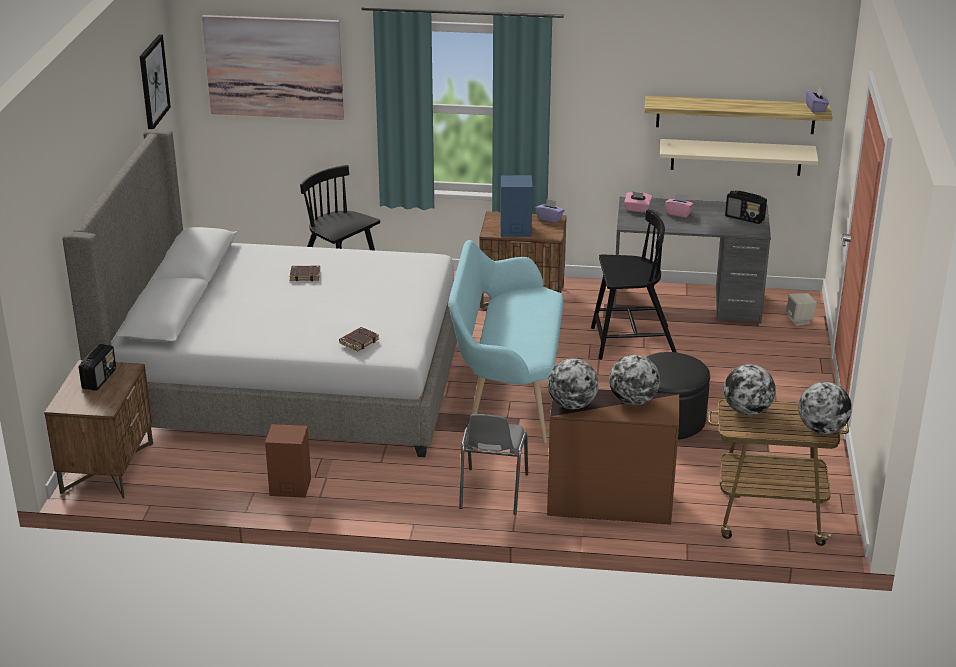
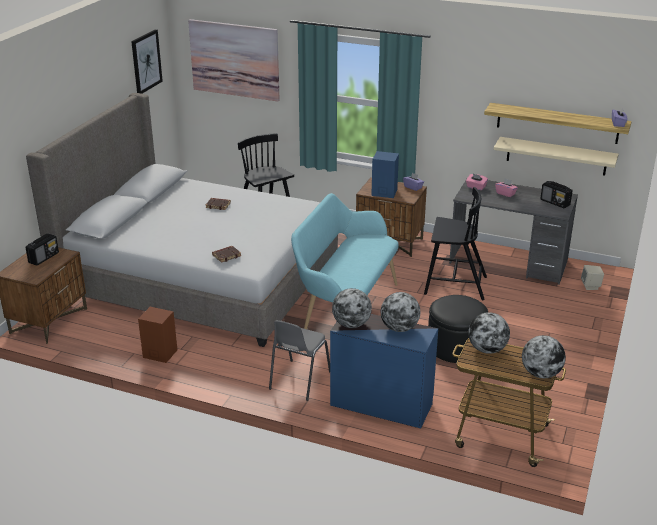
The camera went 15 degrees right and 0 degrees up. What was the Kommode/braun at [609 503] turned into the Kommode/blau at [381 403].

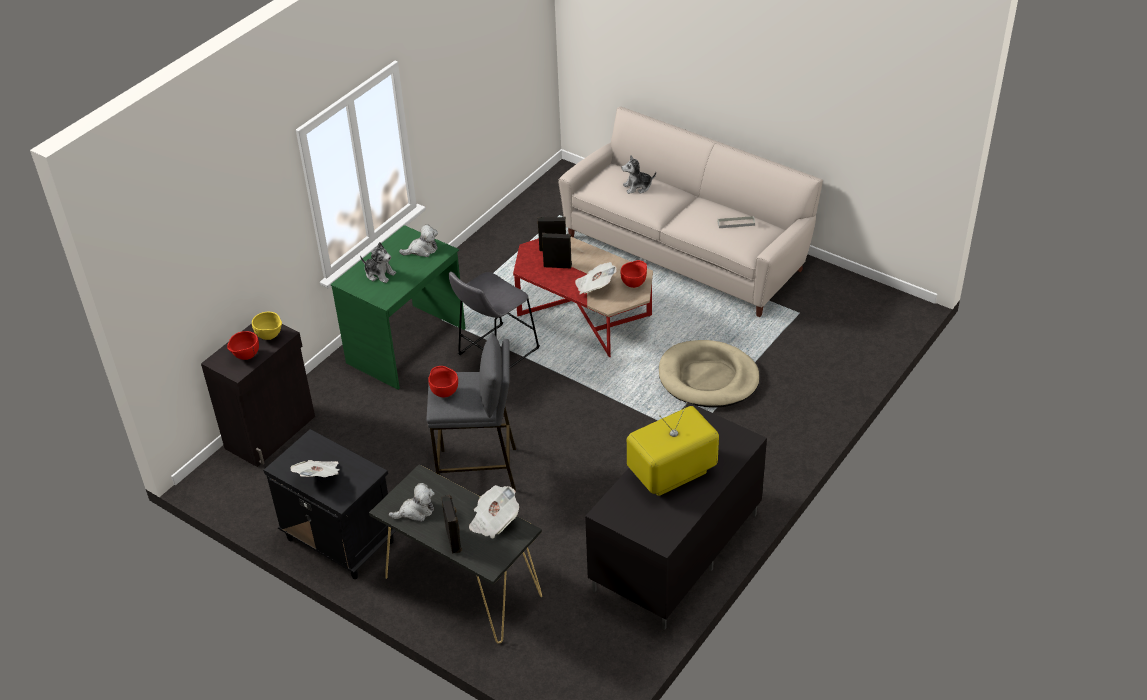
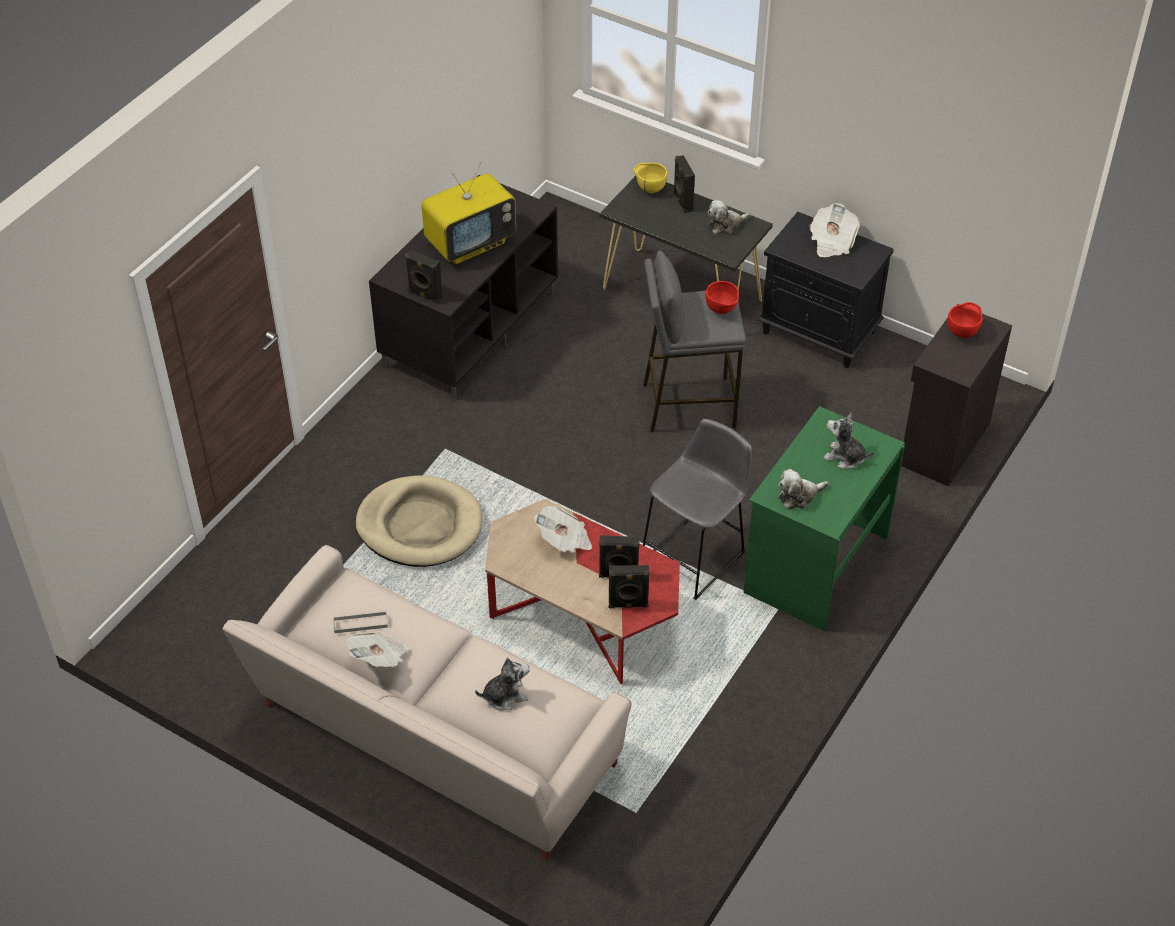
The camera went 175 degrees right and 5 degrees up. The Zeitung ended up elsewhere, having gone from [494 521] to [379 658]. The second view gained the Lautsprecher/schwarz at [424 295]. The Schüssel/gelb ended up elsewhere, having gone from [270 337] to [649 189]. The second view lost the Schüssel/rot at [634 284].

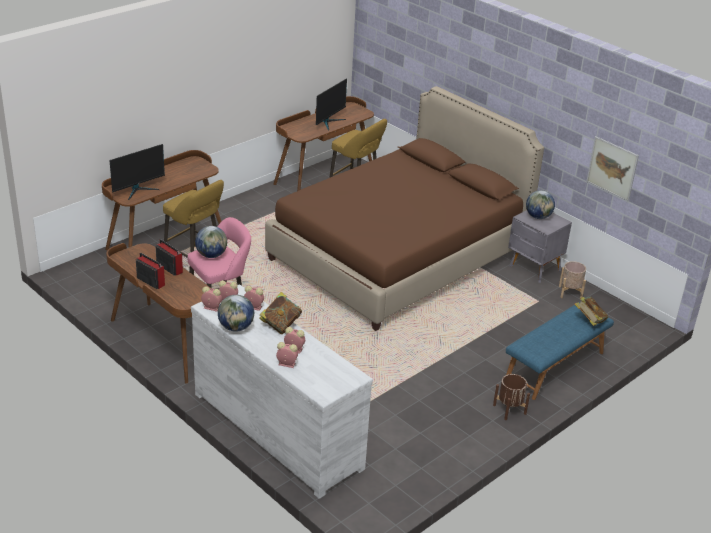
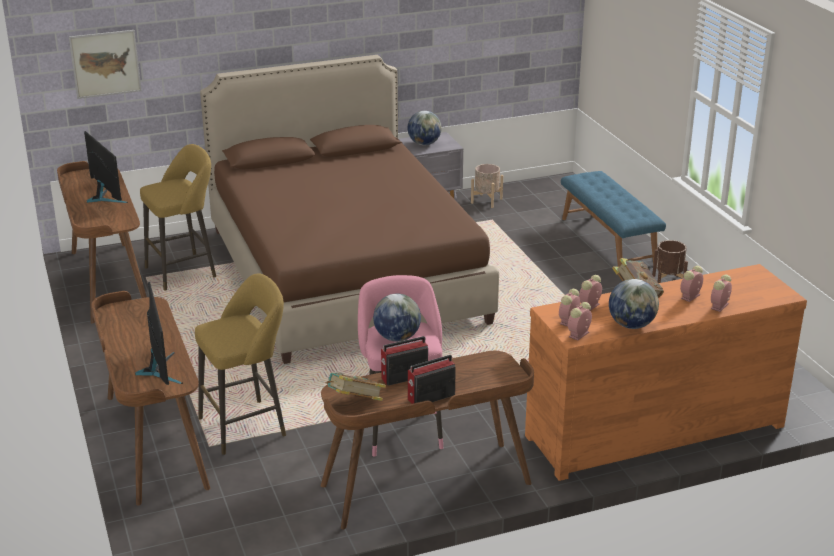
The camera went 65 degrees left and 5 degrees down. The Bild ended up elsewhere, having gone from [612 168] to [105 64]. The Buch ended up elsewhere, having gone from [589 320] to [355 403]. What was the Kommode/weiß at [277 429] turned into the Kommode/orange at [653 430].

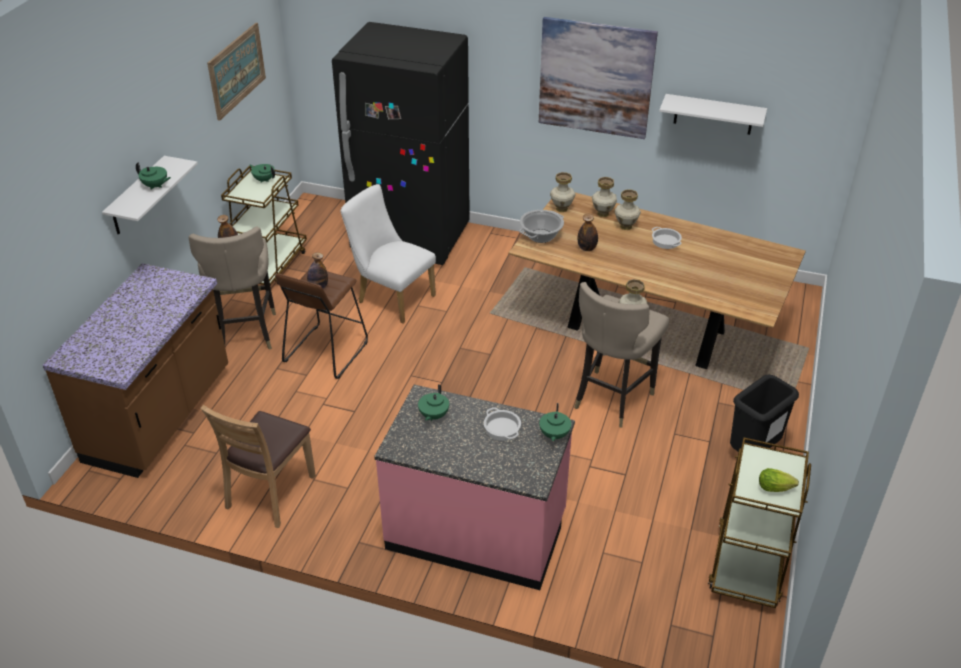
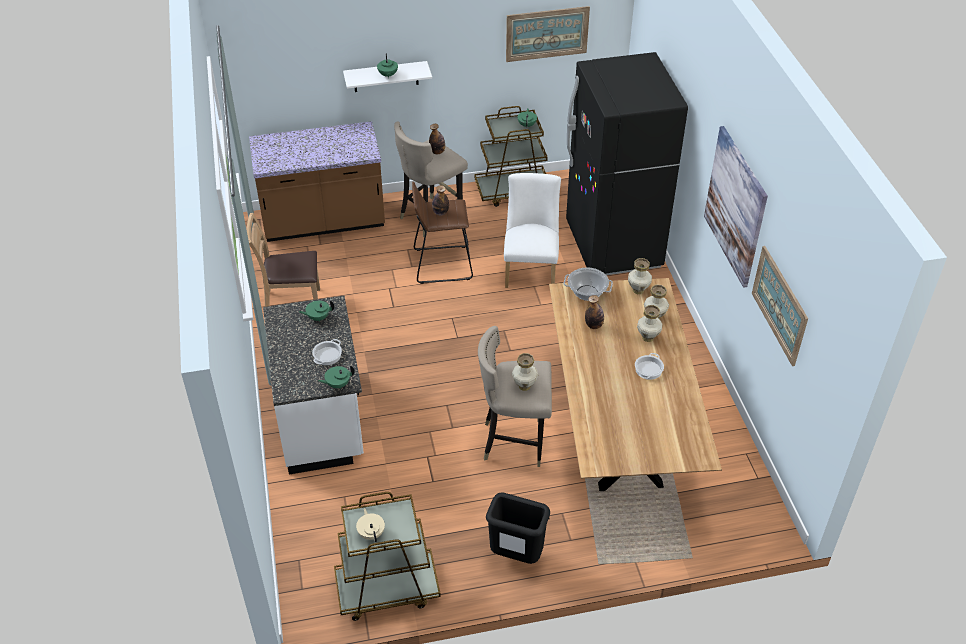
The camera went 60 degrees right and 5 degrees up. What was the Küchenzeile/rosa at [476 531] turned into the Küchenzeile/weiß at [321 419]. Where the Salatkopf stood at [776 488], the Teekanne/beige came to stand at [371 533]. Where the Wandregal/weiß hung at [713 114], the Bild came to hang at [779 305].

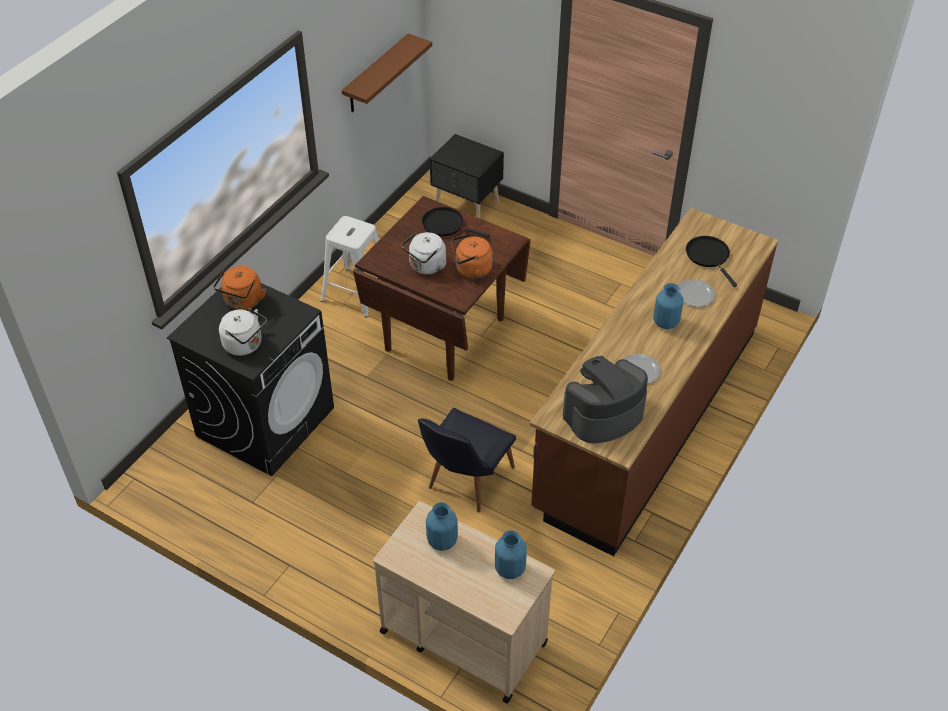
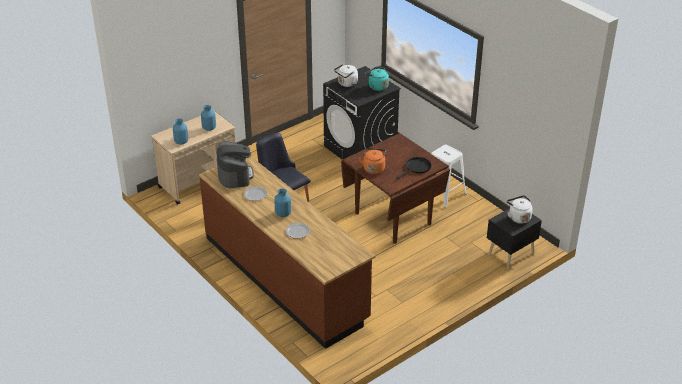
The camera went 110 degrees right and 10 degrees down. What was the Wasserkessel/orange at [243 302] turned into the Wasserkessel/türkis at [377 86]. The Wasserkessel/weiß ended up elsewhere, having gone from [426 267] to [518 217]. The second view lost the Wandregal/braun at [376 75]. The second view lost the Pfanne/schwarz at [709 256].

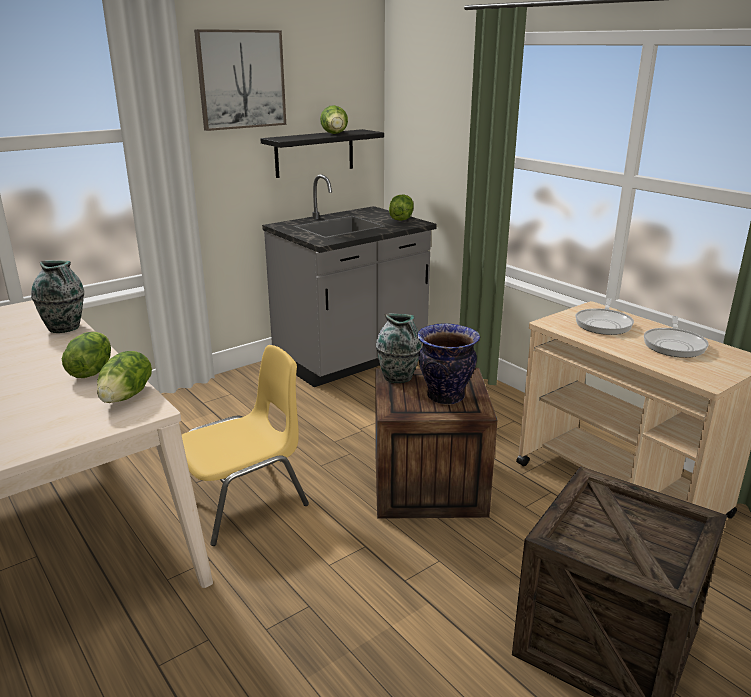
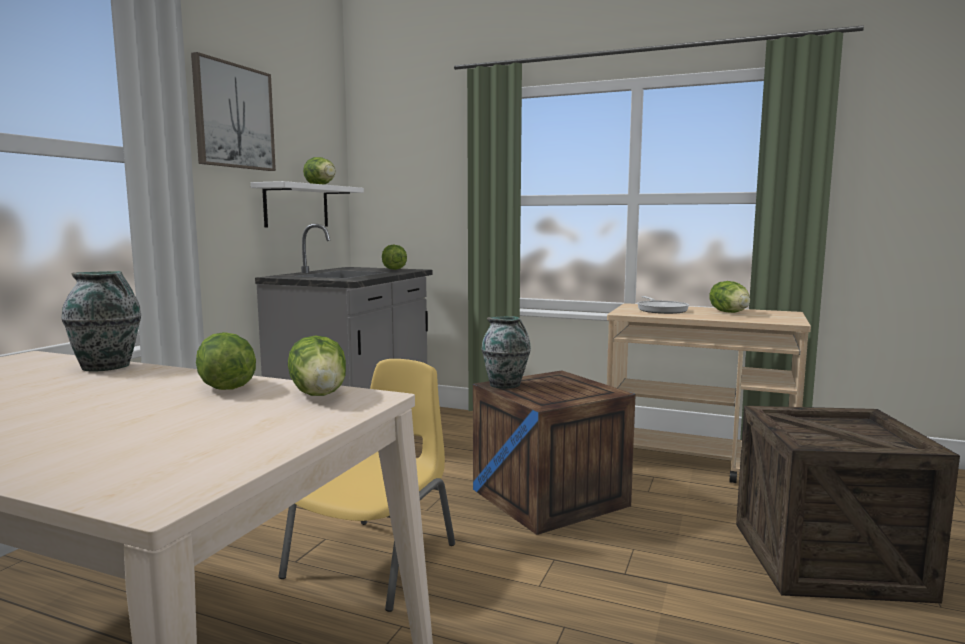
The camera went 30 degrees left and 15 degrees down. What was the Wandregal/schwarz at [314 153] turned into the Wandregal/weiß at [296 206]. Where the Pfanne stood at [674 345], the Salatkopf came to stand at [729 312]. The second view lost the Vase at [445 397].

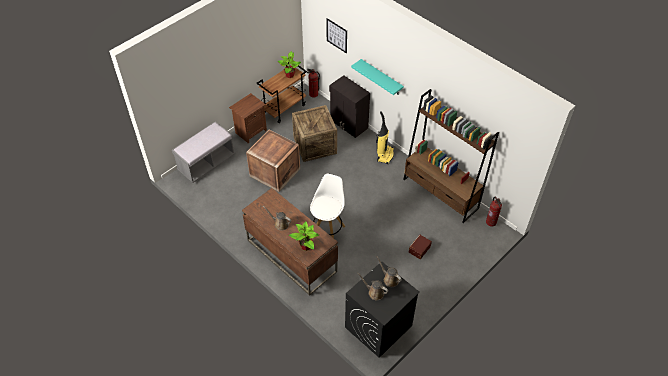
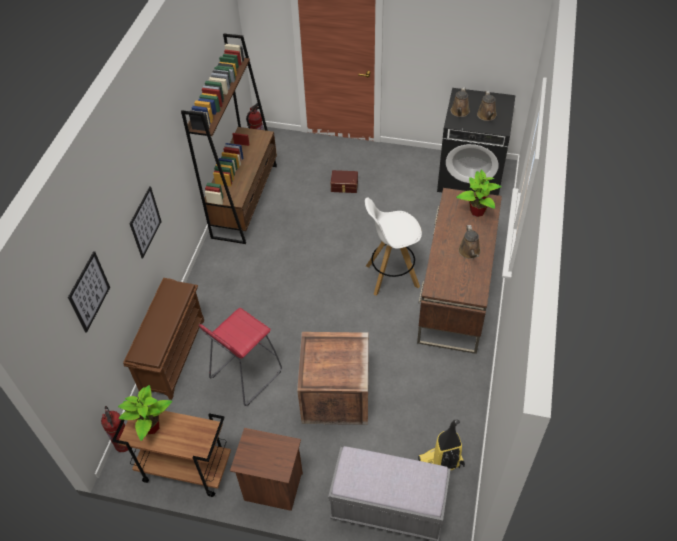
The camera went 120 degrees left and 0 degrees up. Where the Schrank/schwarz stood at [349 124], the Schuhregal/braun came to stand at [173 354]. Where the Wandregal/türkis hung at [381 77], the Bild came to hang at [145 222]. Where the Kiste stood at [315 145], the Hocker/rot came to stand at [245 374]. The Staubsauger ended up elsewhere, having gone from [384 155] to [441 463].

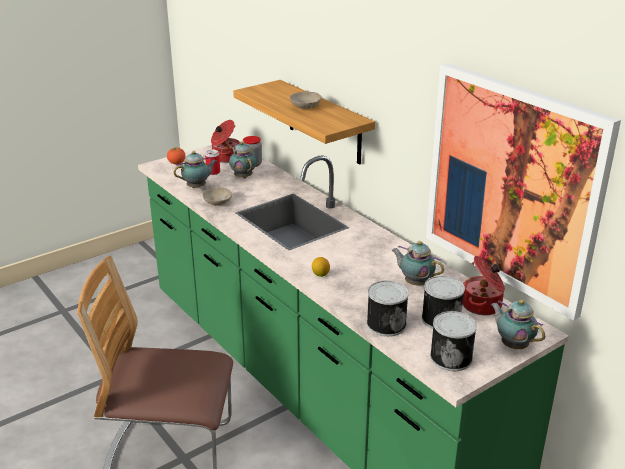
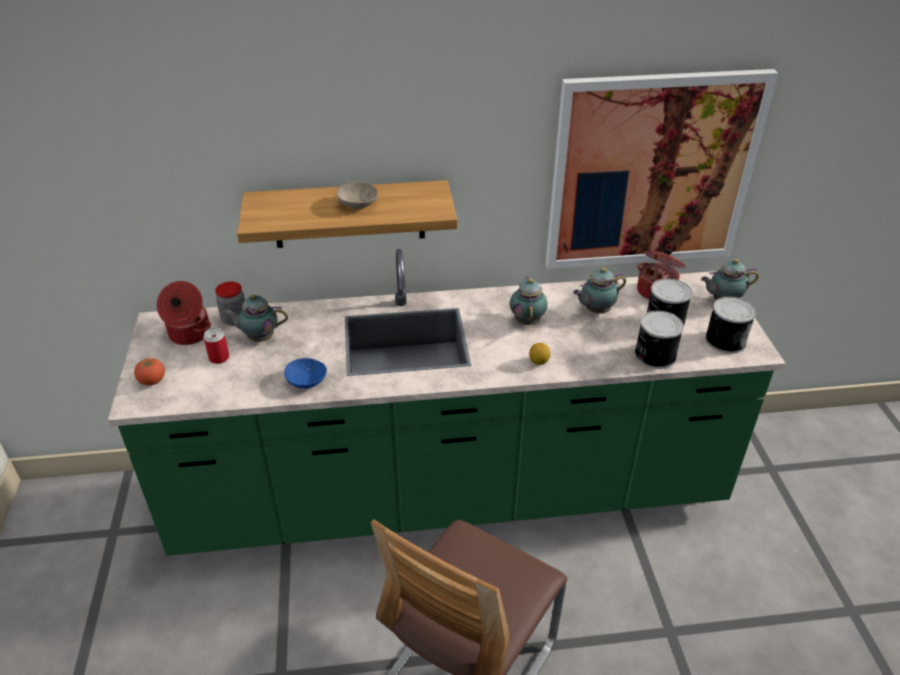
The camera went 60 degrees left and 10 degrees up. What was the Schüssel/beige at [216 202] turned into the Schüssel/blau at [305 381]. The Teekanne ended up elsewhere, having gone from [198 187] to [527 320].

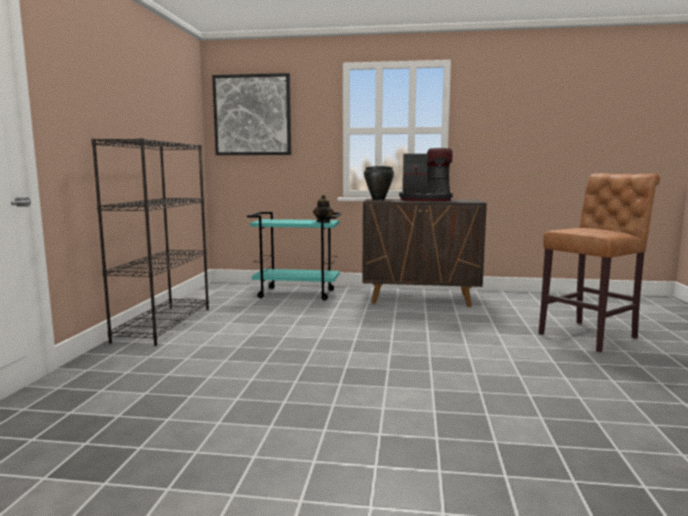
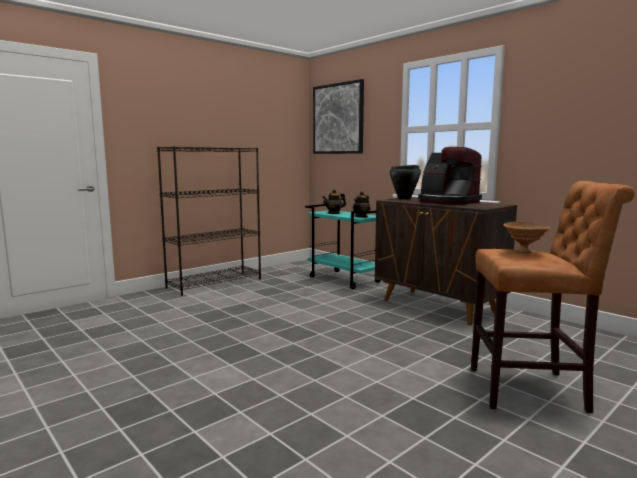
The camera went 40 degrees right and 0 degrees up. The second view gained the Teekanne at [334 213]. The second view gained the Schüssel/braun at [524 252].

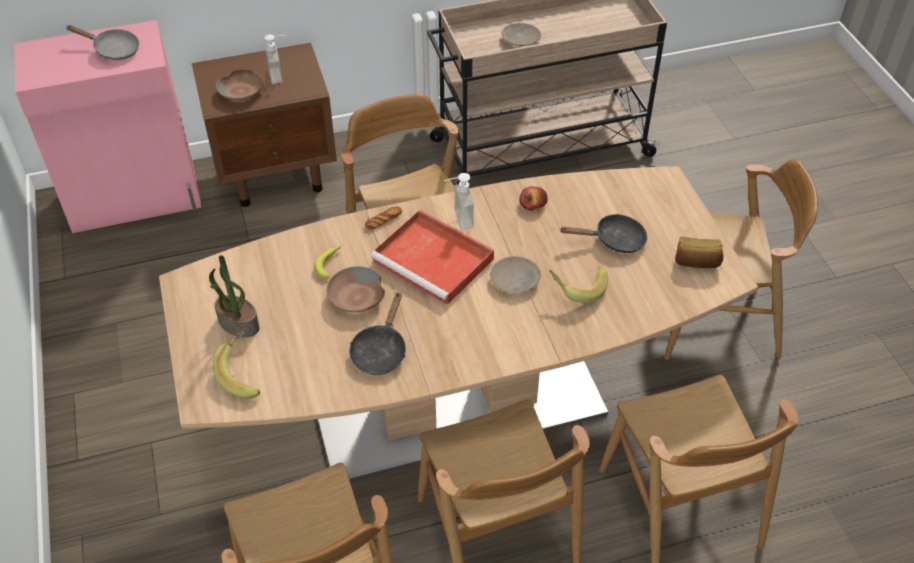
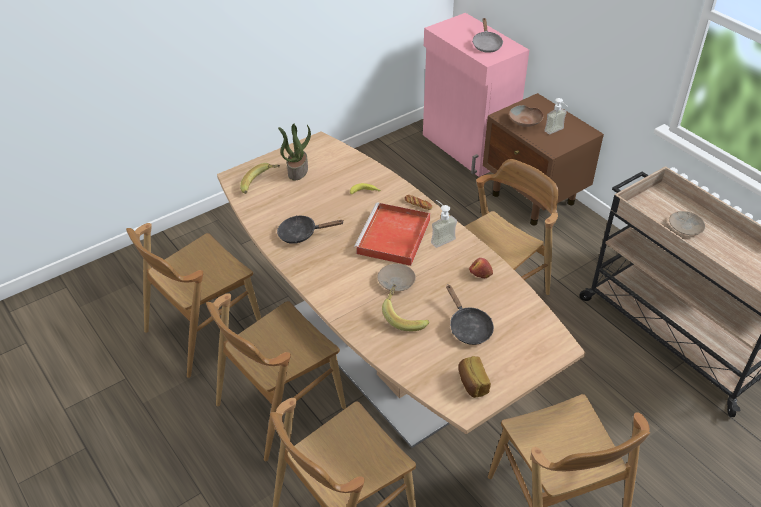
The camera went 70 degrees right and 5 degrees down. The second view lost the Schüssel/braun at [356 298].

